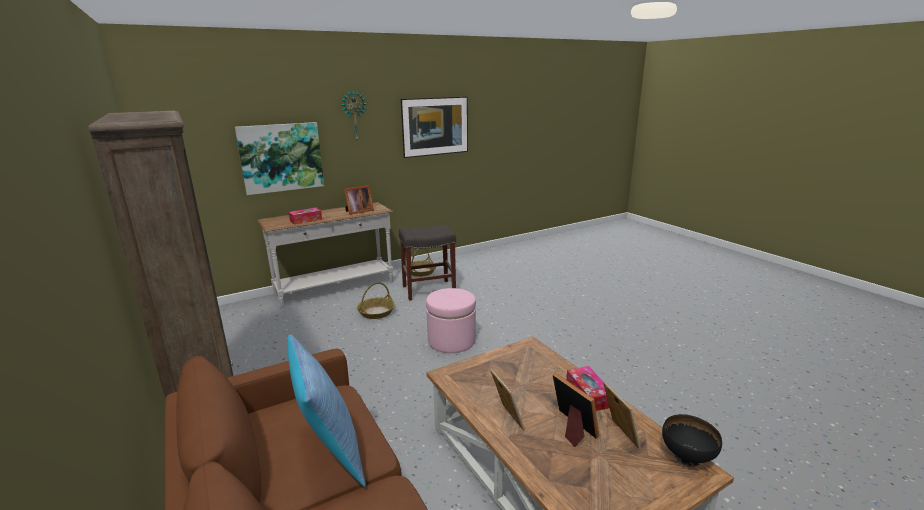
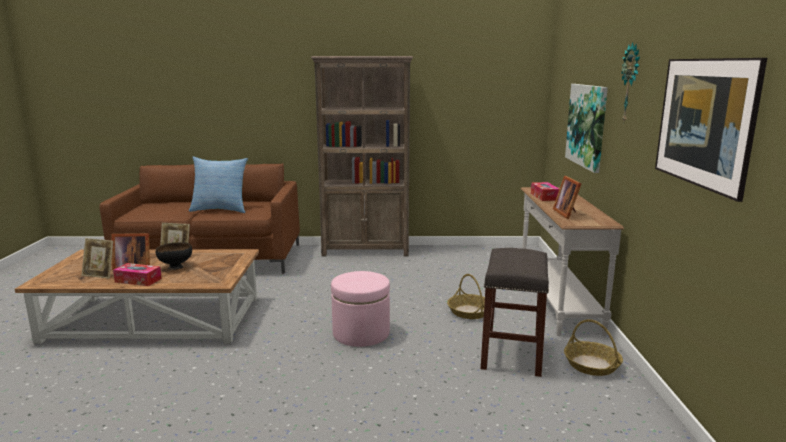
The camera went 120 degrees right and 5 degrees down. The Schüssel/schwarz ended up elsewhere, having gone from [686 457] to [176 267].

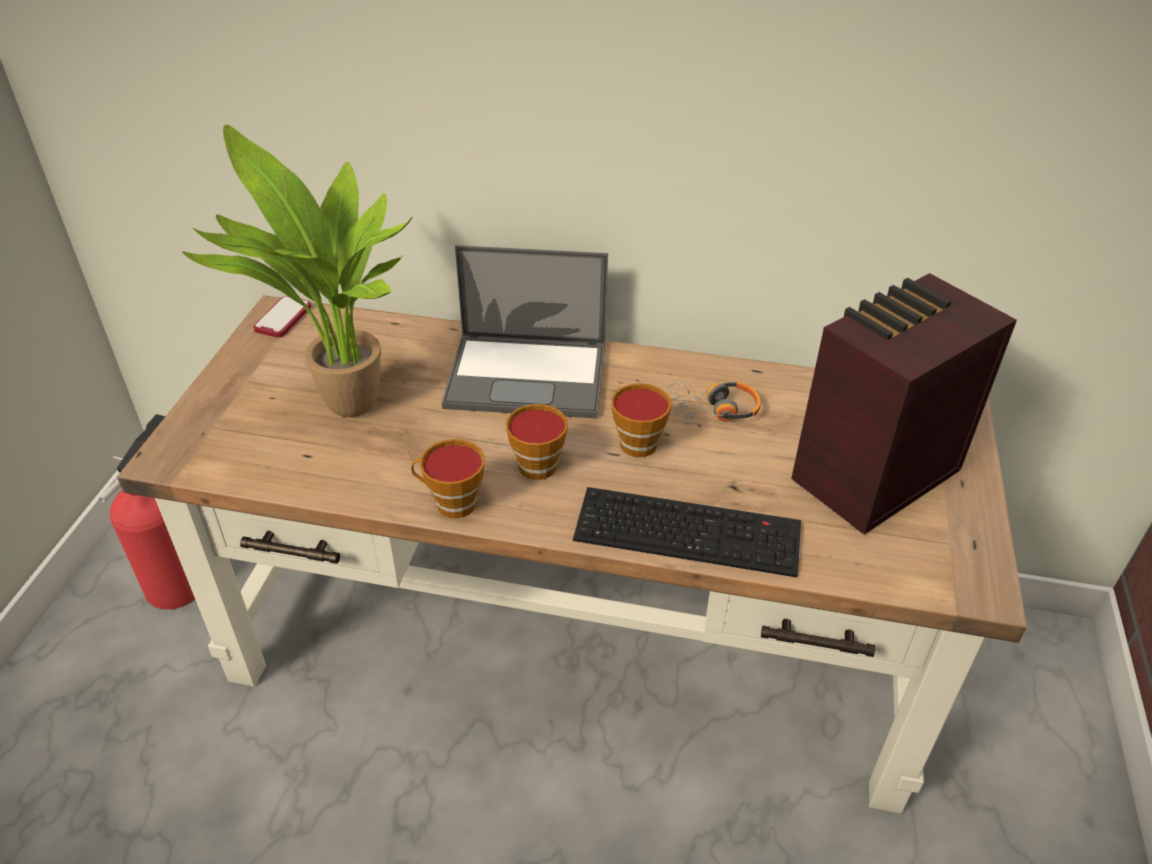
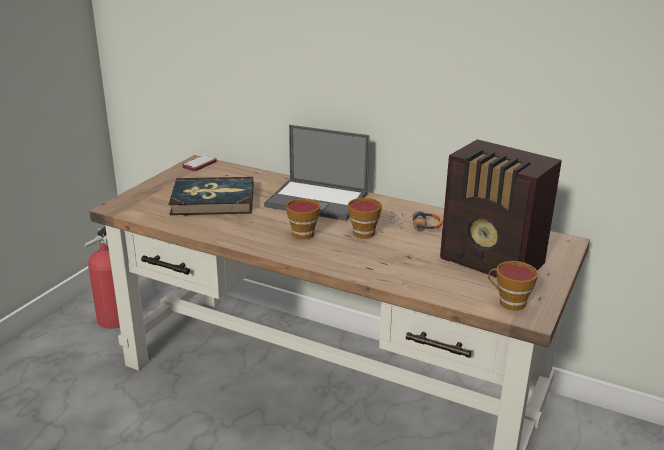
The camera went 15 degrees right and 15 degrees down. Where the Topfpflanze stood at [344 408], the Buch came to stand at [213 200]. The Radio at [870 476] ended up facing another way, 120 degrees counterclockwise from before. The Tasse ended up elsewhere, having gone from [451 503] to [508 302]. The second view lost the Tastatur at [690 530].

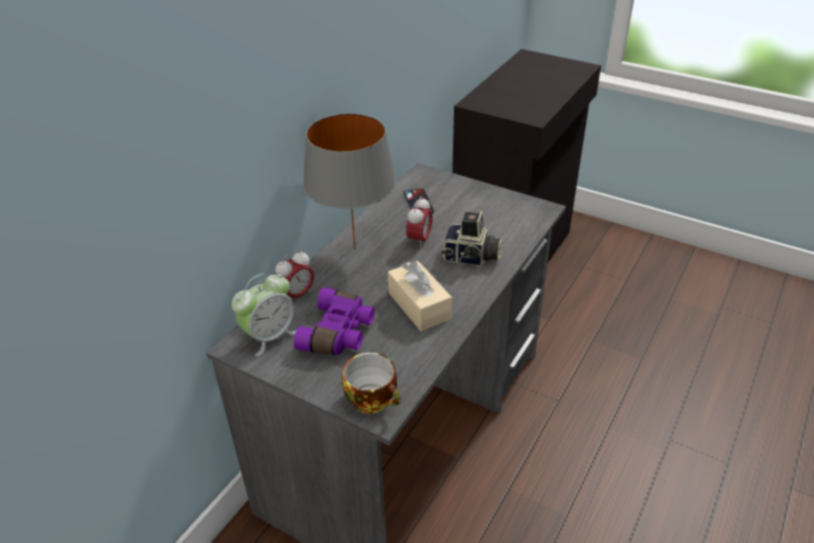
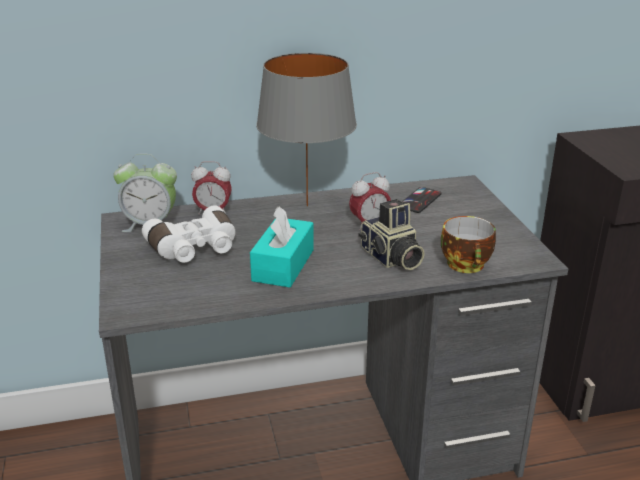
The camera went 45 degrees right and 10 degrees down. What was the Fernglas/lila at [339 333] turned into the Fernglas/weiß at [195 249]. What was the Taschentuchbox/beige at [419 305] turned into the Taschentuchbox/türkis at [283 265]. The Tasse ended up elsewhere, having gone from [374 400] to [467 265].

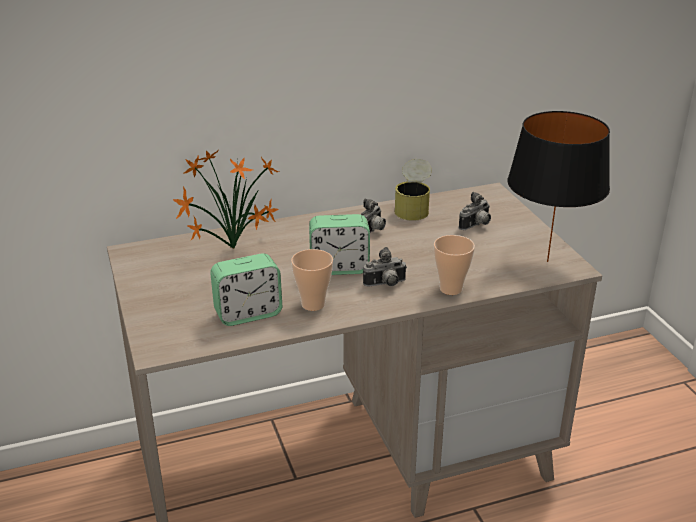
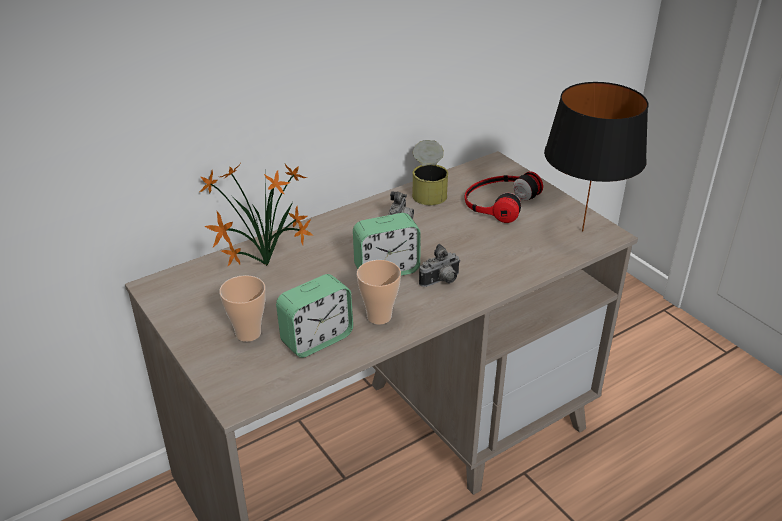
The camera went 15 degrees left and 5 degrees up. The Tasse ended up elsewhere, having gone from [451 289] to [248 333]. Where the Kamera stood at [476 225], the Kopfhörer came to stand at [498 202].

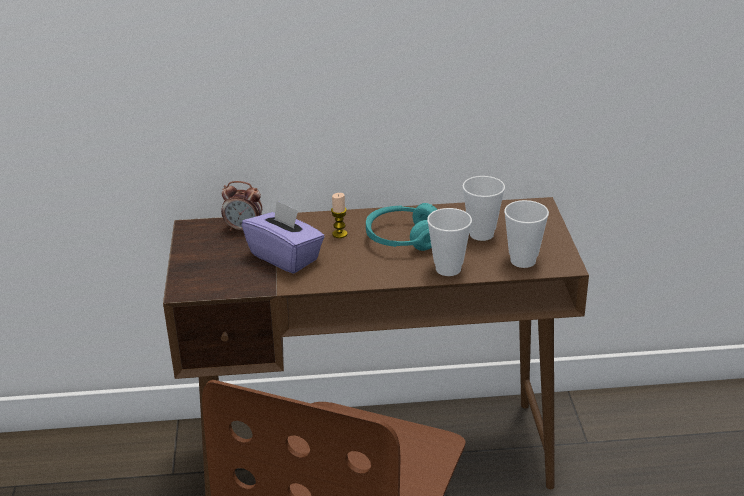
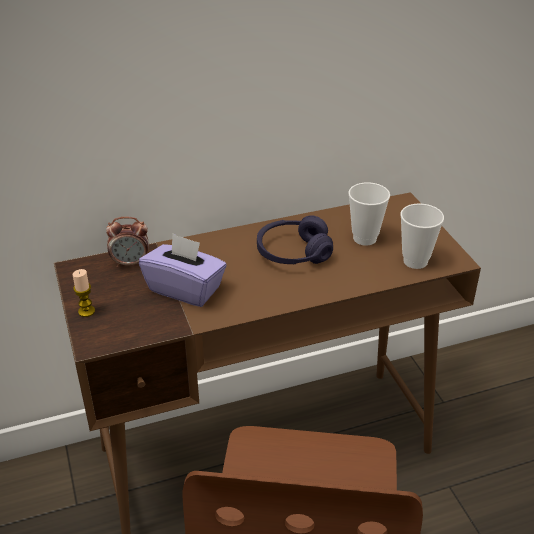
The camera went 15 degrees left and 5 degrees up. The Kerze ended up elsewhere, having gone from [339 234] to [86 311]. What was the Kopfhörer/türkis at [403 238] turned into the Kopfhörer/lila at [293 253]. The second view lost the Tasse at [448 269].

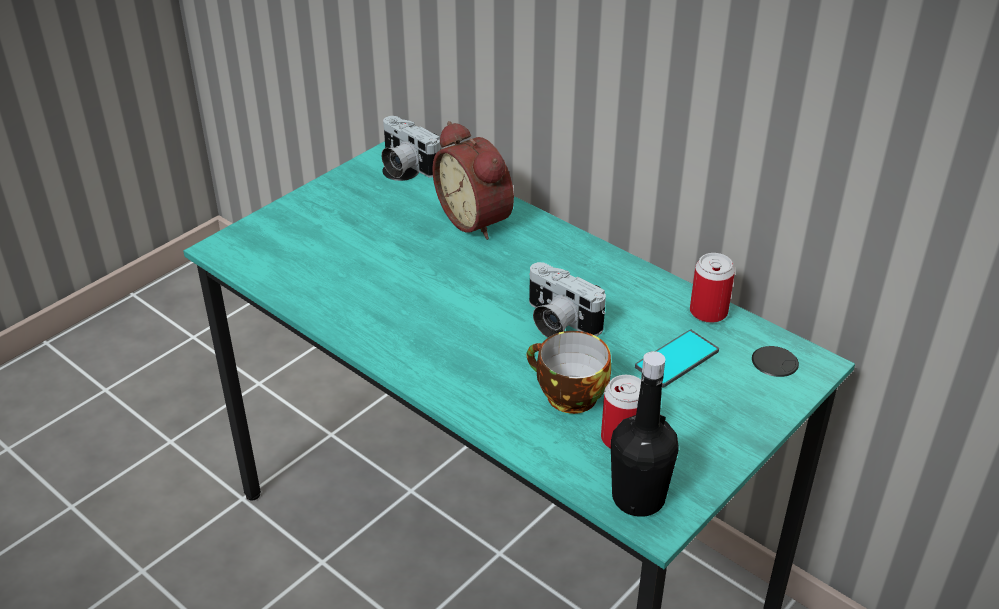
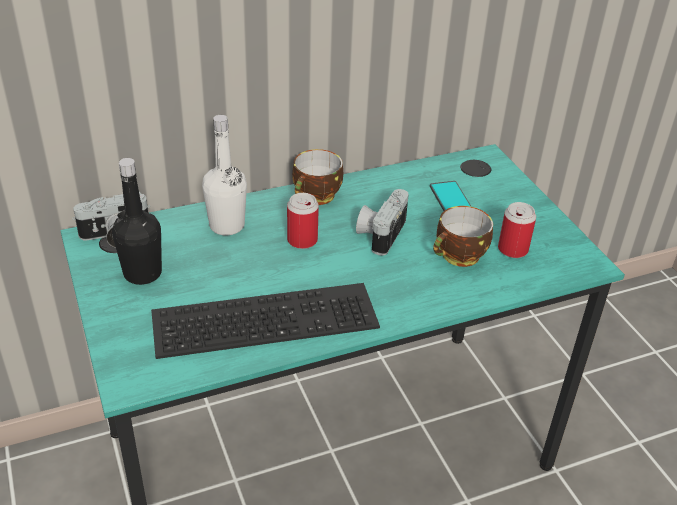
The camera went 65 degrees left and 0 degrees up. The Flasche/schwarz ended up elsewhere, having gone from [638 498] to [142 273]. The second view gained the Tastatur at [266 316]. Where the Wecker stood at [478 219], the Flasche/weiß came to stand at [227 225]. The Dose ended up elsewhere, having gone from [708 312] to [302 240]. The second view gained the Tasse at [316 197]. The Kamera at [558 322] ended up facing another way, 135 degrees clockwise from before.

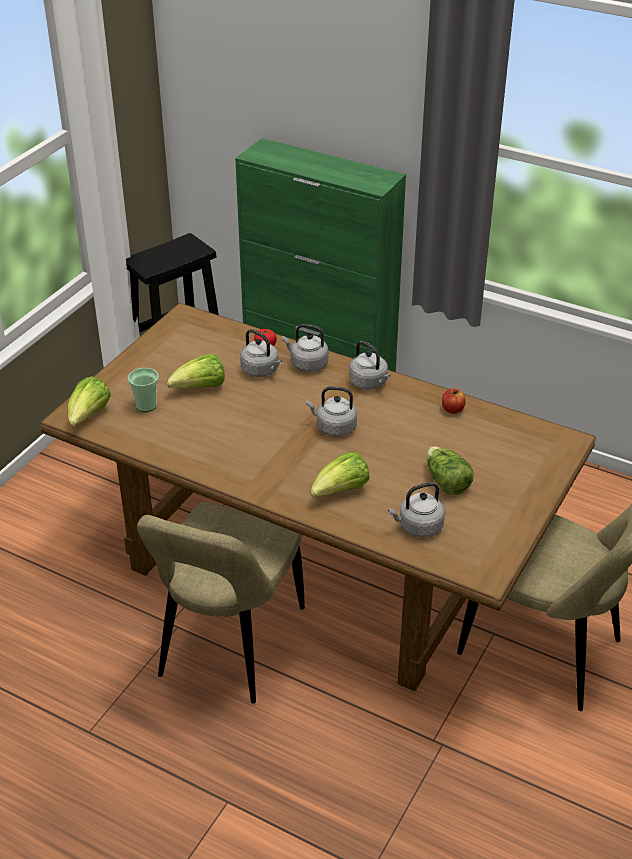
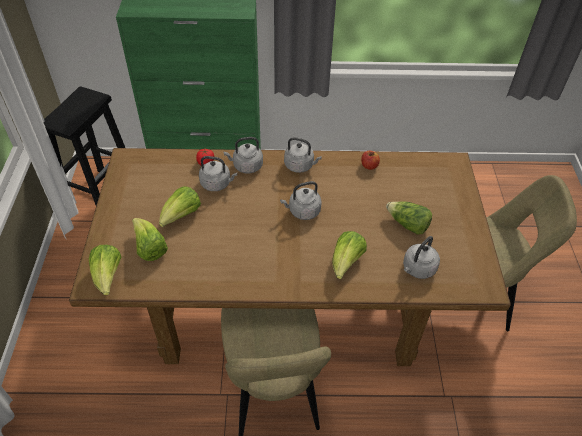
The camera went 30 degrees left and 10 degrees up. Where the Tasse stood at [146 406], the Salatkopf came to stand at [149 248].

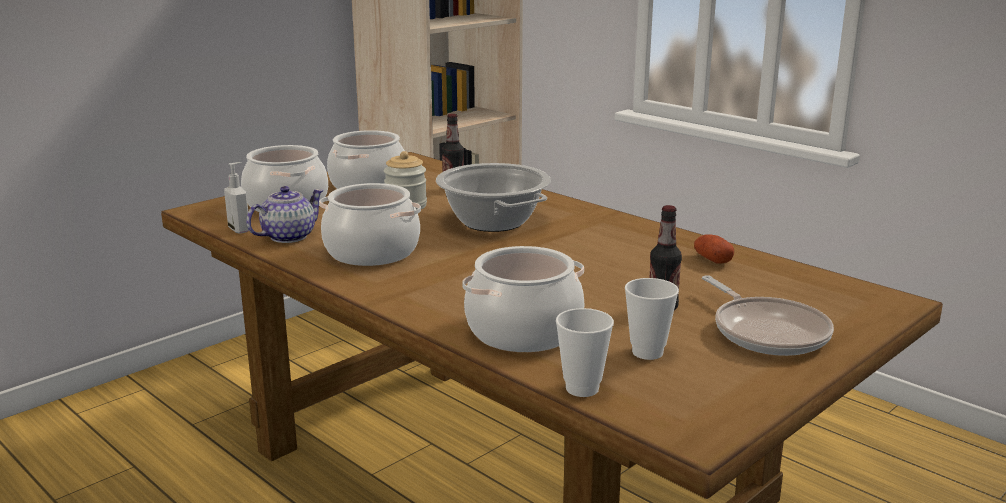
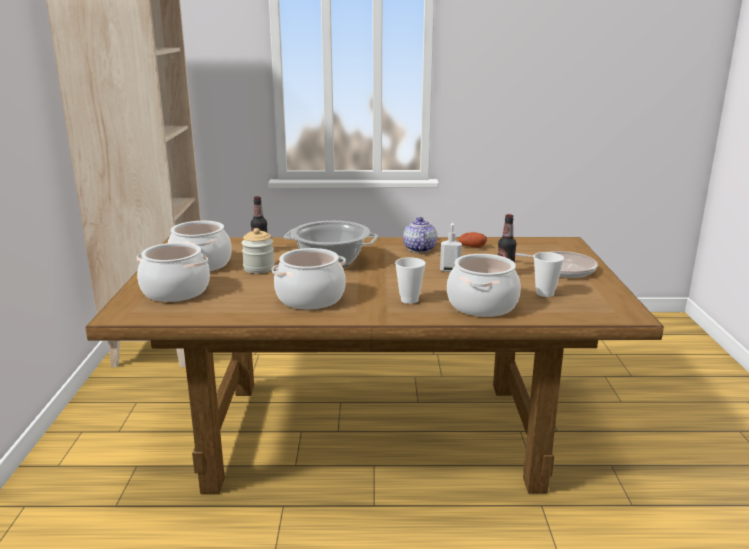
The camera went 45 degrees left and 0 degrees up. The Tasse ended up elsewhere, having gone from [582 388] to [409 300]. The Teekanne ended up elsewhere, having gone from [287 237] to [419 249]. The Seifenspender ended up elsewhere, having gone from [240 229] to [450 270].

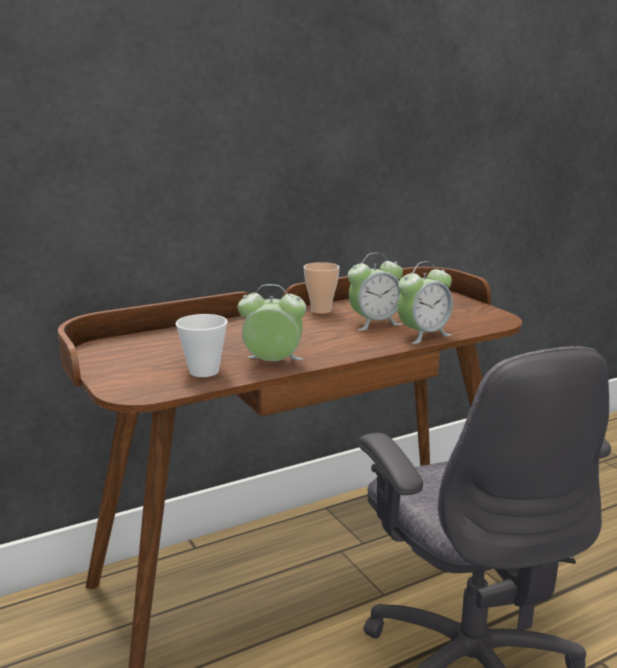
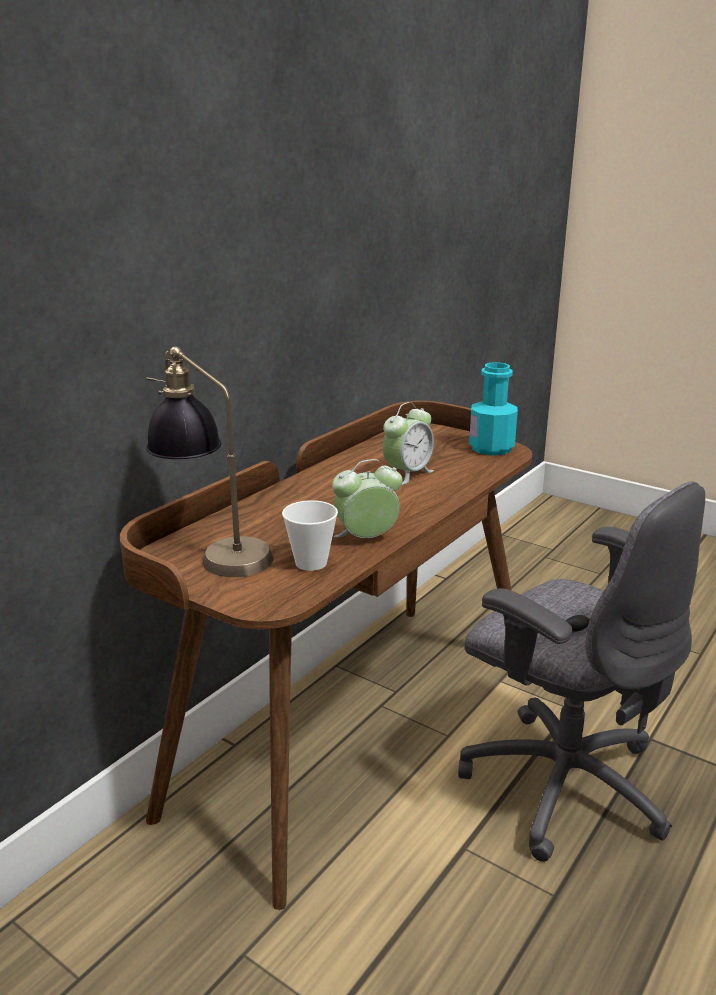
The camera went 25 degrees left and 5 degrees up. The second view gained the Tischlampe at [214 551]. The second view gained the Flasche/türkis at [491 448]. The second view lost the Tasse at [321 310]. The second view lost the Wecker at [423 335].

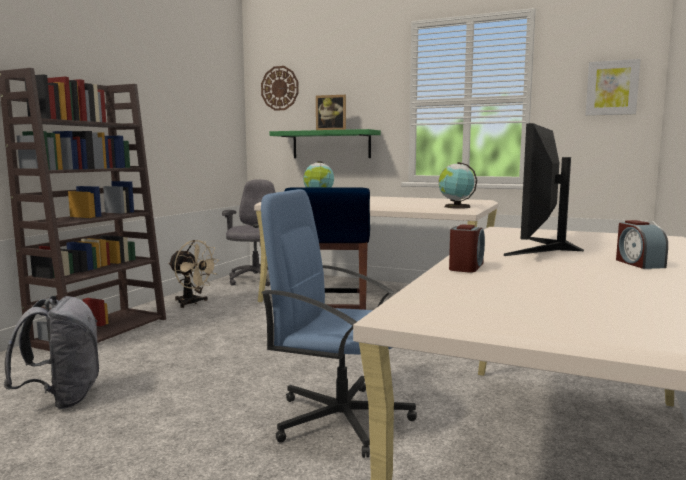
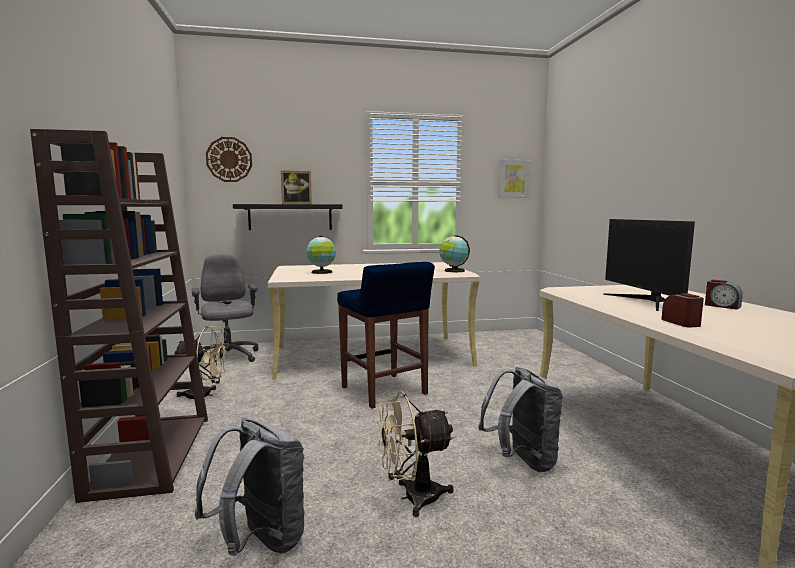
The camera went 35 degrees left and 0 degrees up. What was the Wandregal/grün at [331 144] turned into the Wandregal/schwarz at [290 217]. The second view gained the Ventilator/beige at [412 497]. Where the Bürostuhl/blau stood at [339 419], the Rucksack/grau came to stand at [522 461].

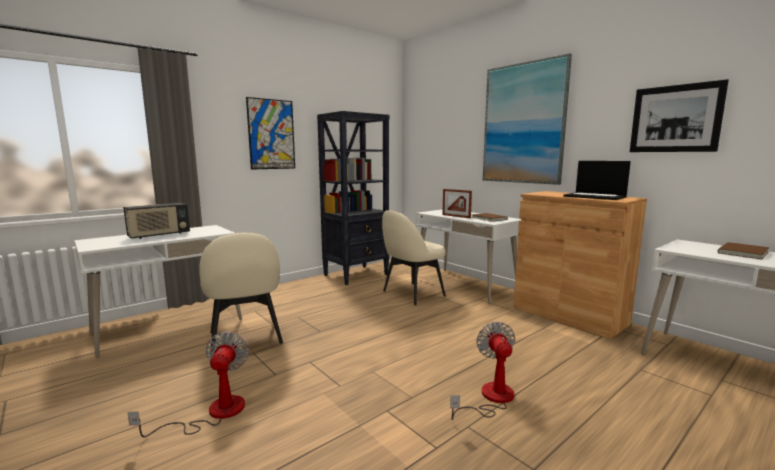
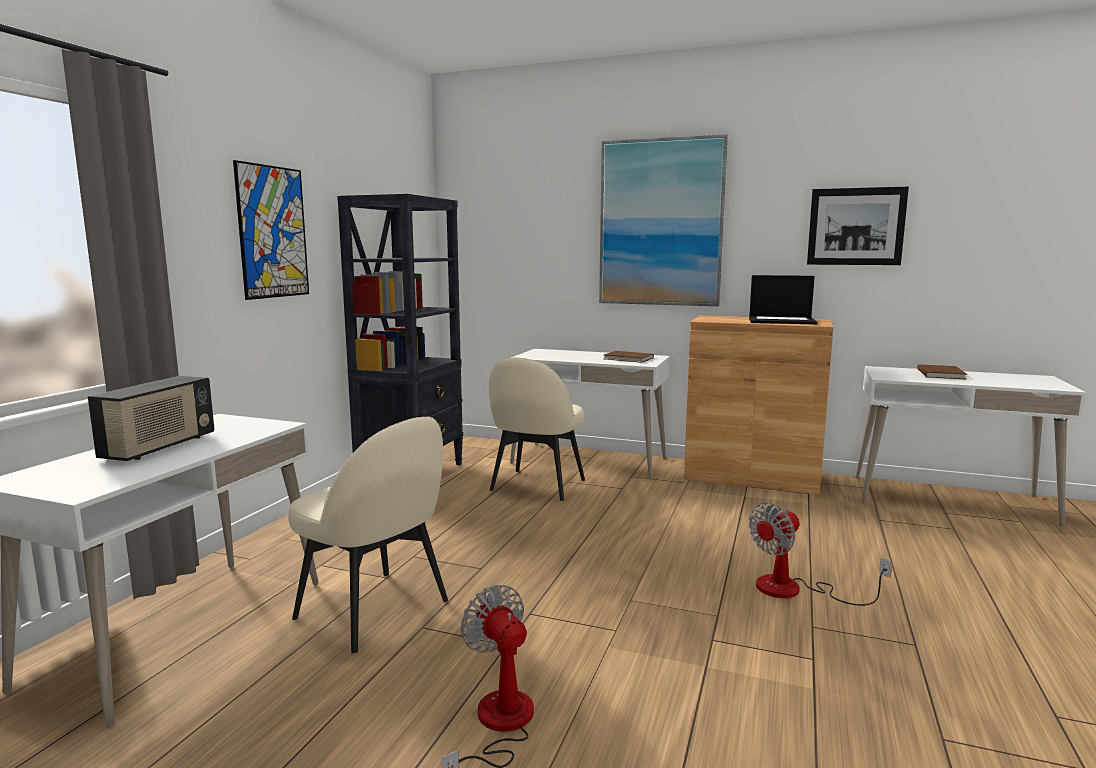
The camera went 30 degrees left and 0 degrees up. The Ventilator at [490 398] ended up facing another way, 90 degrees counterclockwise from before. The second view lost the Bilderrahmen at [456 216].

